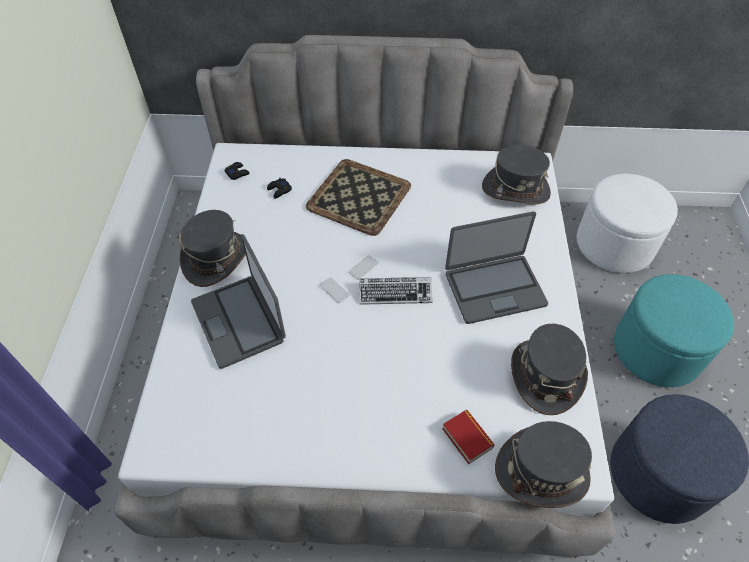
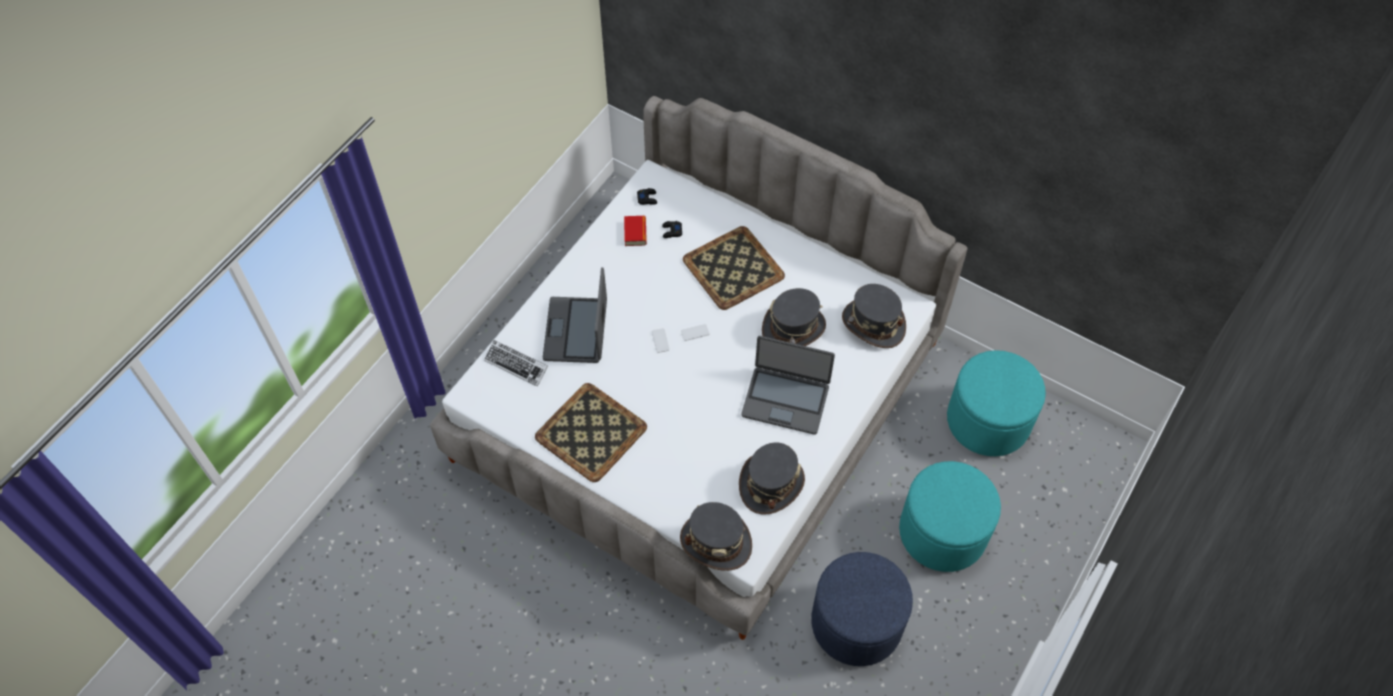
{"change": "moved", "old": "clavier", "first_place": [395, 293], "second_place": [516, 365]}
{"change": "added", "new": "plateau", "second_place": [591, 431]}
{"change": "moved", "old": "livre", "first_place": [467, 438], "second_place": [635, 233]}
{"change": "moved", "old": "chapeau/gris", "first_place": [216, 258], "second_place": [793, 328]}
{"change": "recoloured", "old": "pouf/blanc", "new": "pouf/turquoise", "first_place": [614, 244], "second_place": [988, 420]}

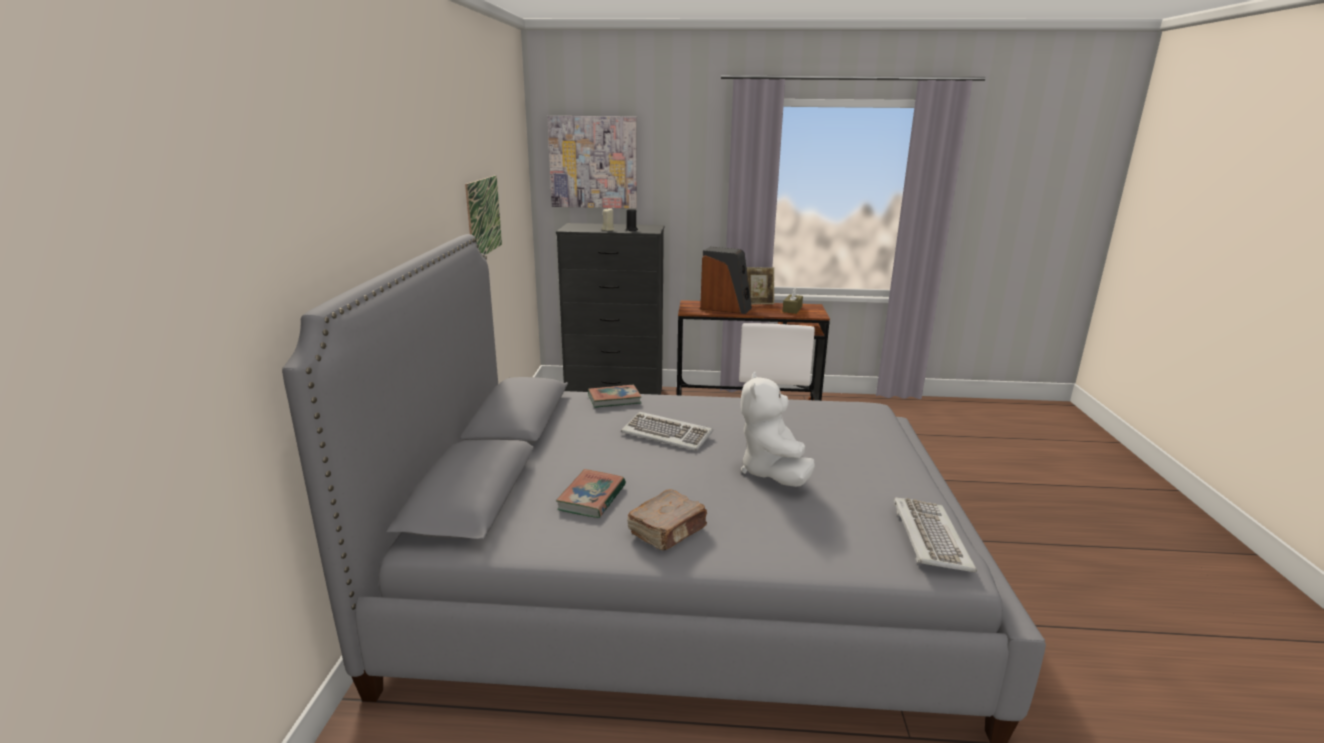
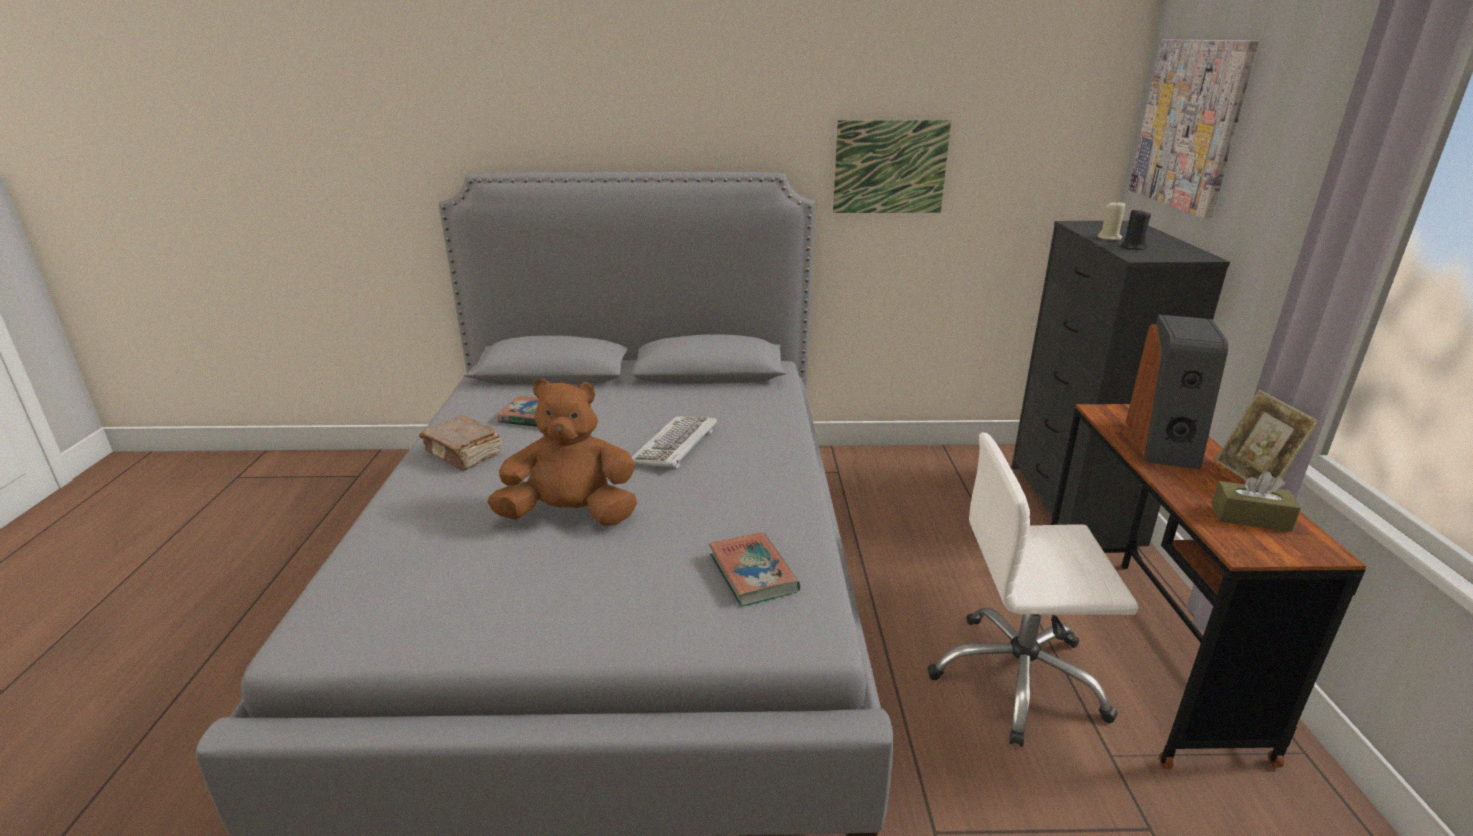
{"change": "recoloured", "old": "peluche/blanc", "new": "peluche/marron", "first_place": [773, 472], "second_place": [571, 515]}
{"change": "moved", "old": "livre", "first_place": [614, 399], "second_place": [753, 573]}
{"change": "removed", "old": "clavier", "first_place": [929, 537]}

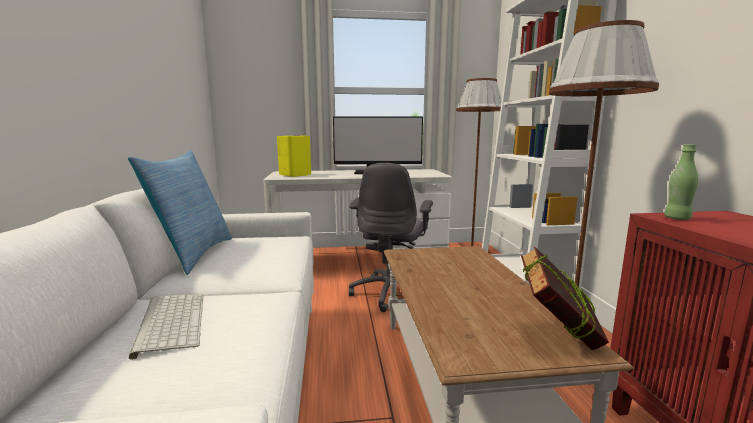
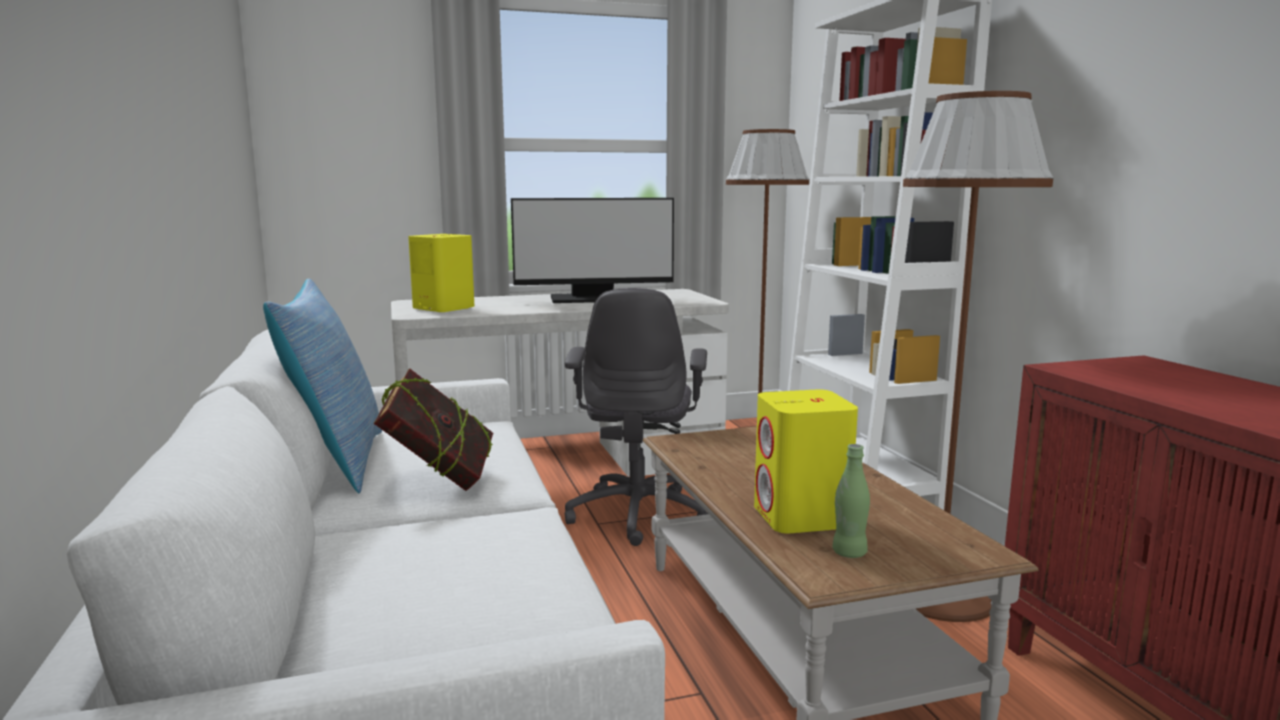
{"change": "moved", "old": "livre", "first_place": [557, 336], "second_place": [439, 481]}
{"change": "added", "new": "enceinte/jaune", "second_place": [801, 517]}
{"change": "moved", "old": "bouteille/vert", "first_place": [677, 218], "second_place": [849, 553]}
{"change": "removed", "old": "clavier", "first_place": [170, 322]}

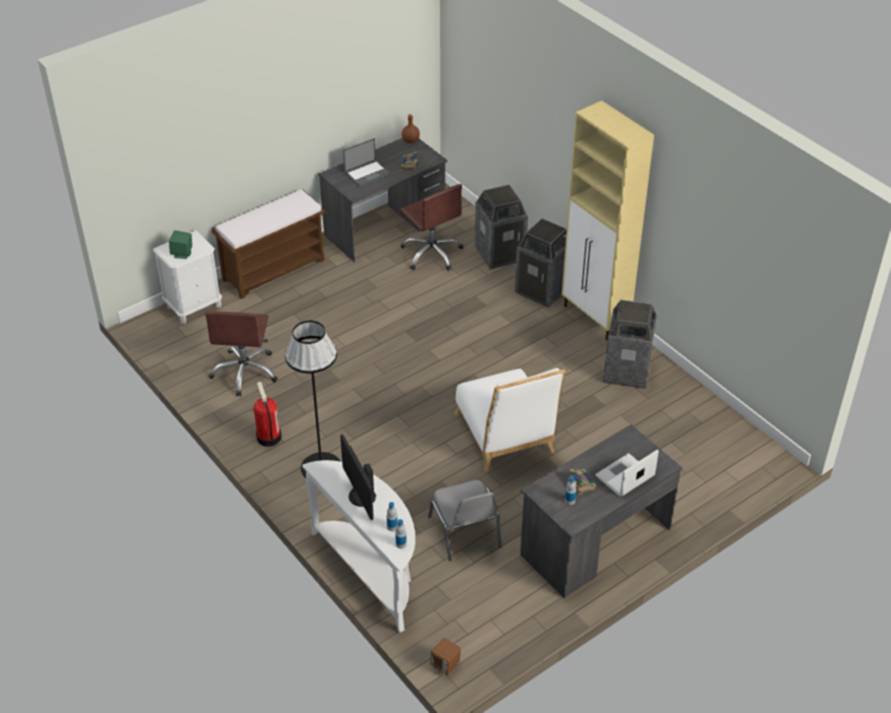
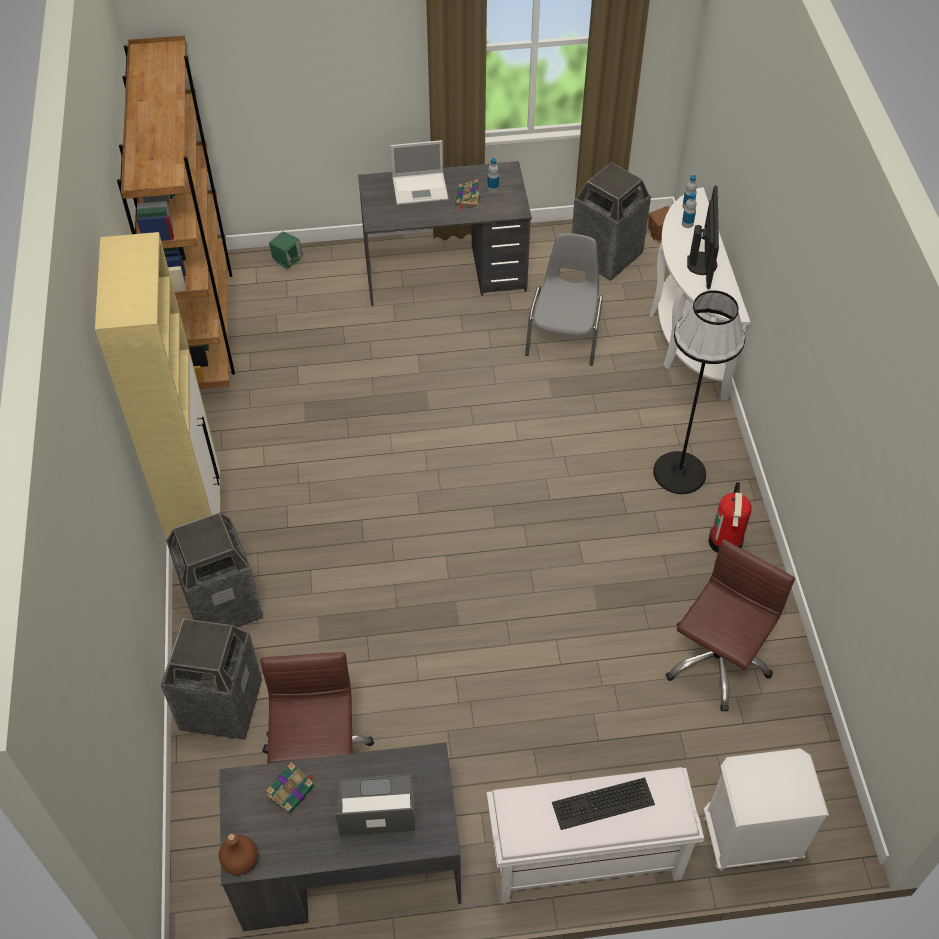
{"change": "added", "new": "bibliothèque/marron", "second_place": [205, 325]}
{"change": "moved", "old": "enceinte/vert", "first_place": [182, 254], "second_place": [287, 260]}
{"change": "recoloured", "old": "banc/marron", "new": "banc/blanc", "first_place": [274, 269], "second_place": [584, 860]}
{"change": "added", "new": "clavier", "second_place": [602, 805]}
{"change": "moved", "old": "poubelle", "first_place": [626, 371], "second_place": [606, 256]}
{"change": "removed", "old": "chaise/blanc", "first_place": [506, 437]}

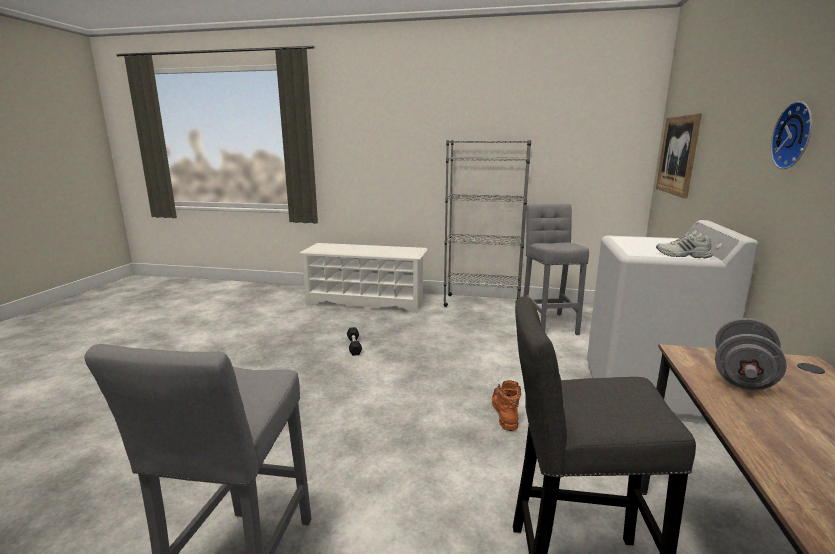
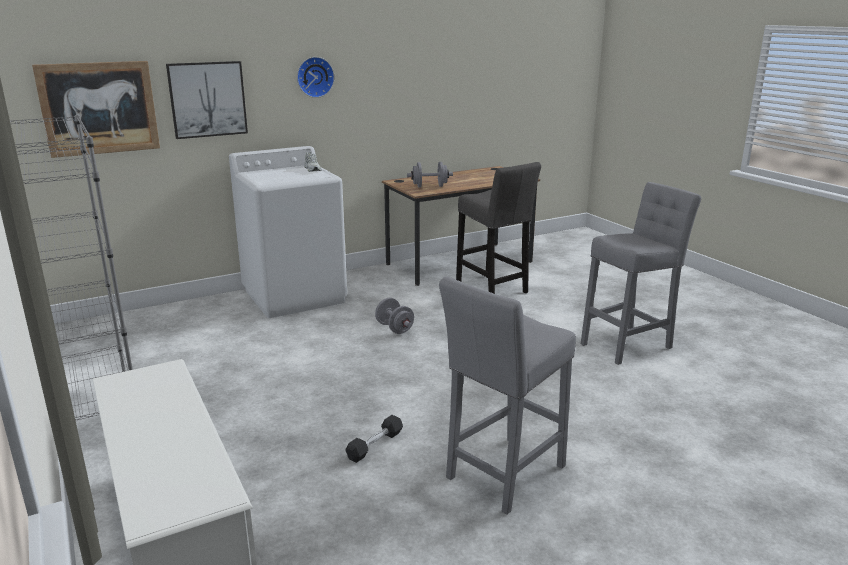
{"change": "added", "new": "tableau", "second_place": [207, 99]}
{"change": "replaced", "old": "botte/orange", "new": "haltère/gris", "first_place": [505, 413], "second_place": [394, 328]}
{"change": "moved", "old": "tabouret/gris", "first_place": [548, 323], "second_place": [502, 475]}

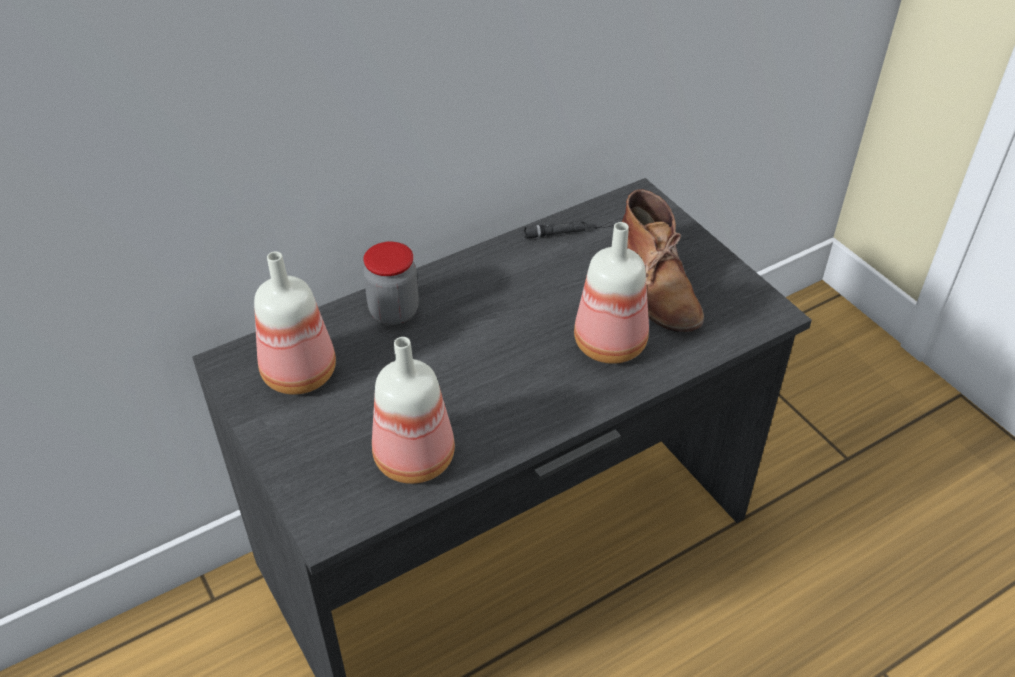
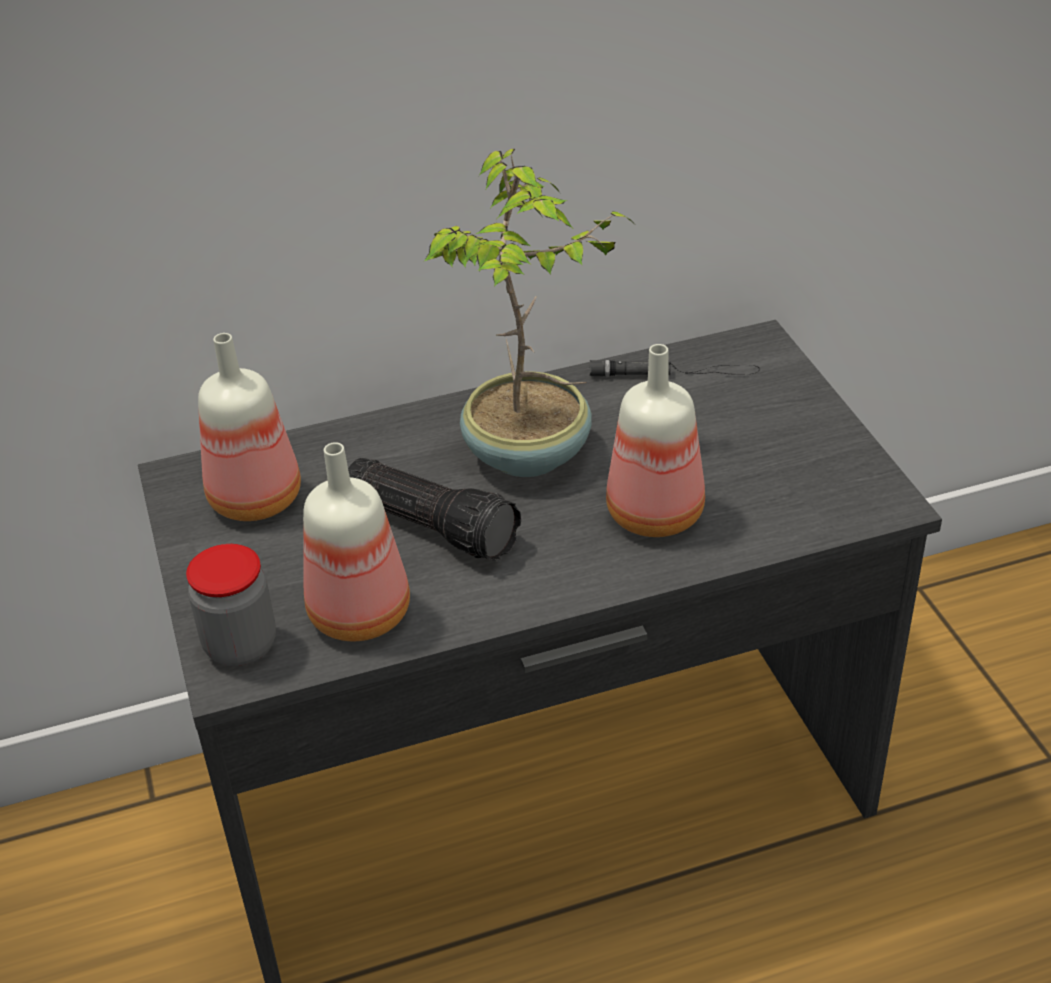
{"change": "moved", "old": "bocal", "first_place": [394, 311], "second_place": [241, 646]}
{"change": "added", "new": "lampe de poche", "second_place": [434, 524]}
{"change": "added", "new": "plante en pot", "second_place": [529, 456]}
{"change": "removed", "old": "botte/marron", "first_place": [655, 286]}

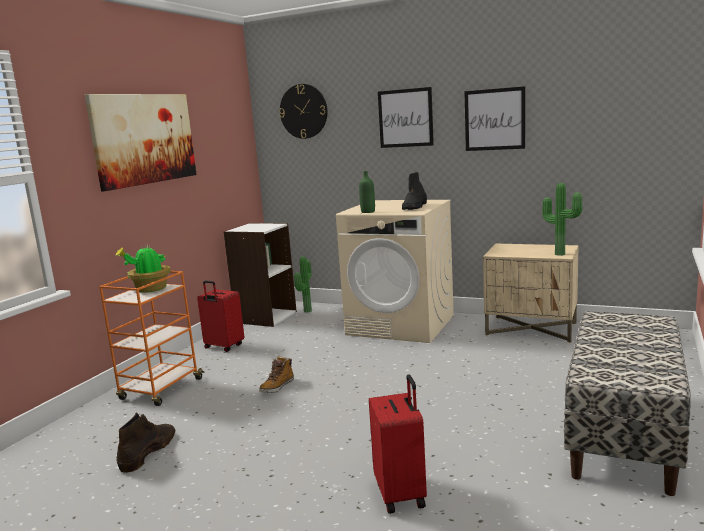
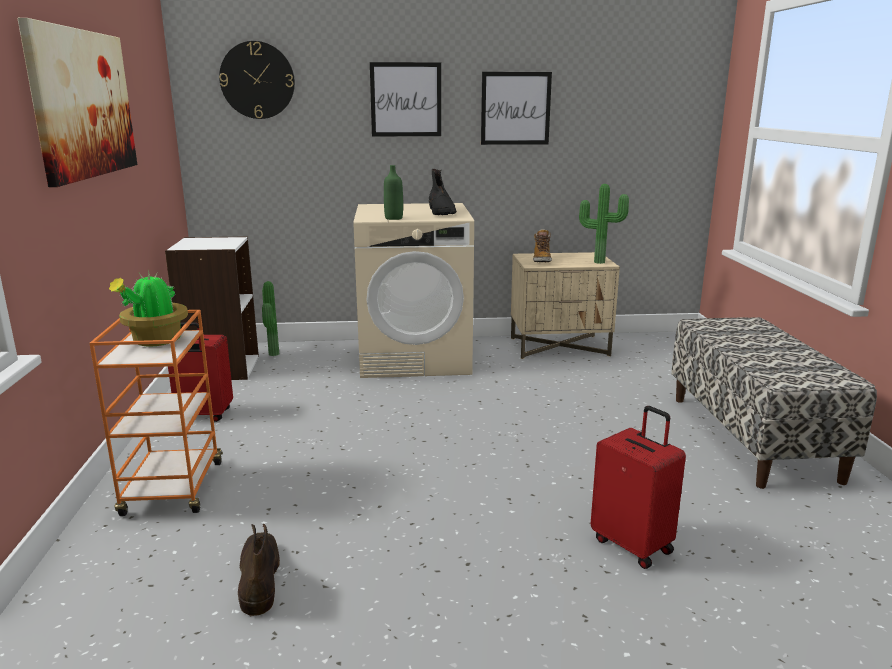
{"change": "moved", "old": "botte", "first_place": [277, 387], "second_place": [541, 260]}

